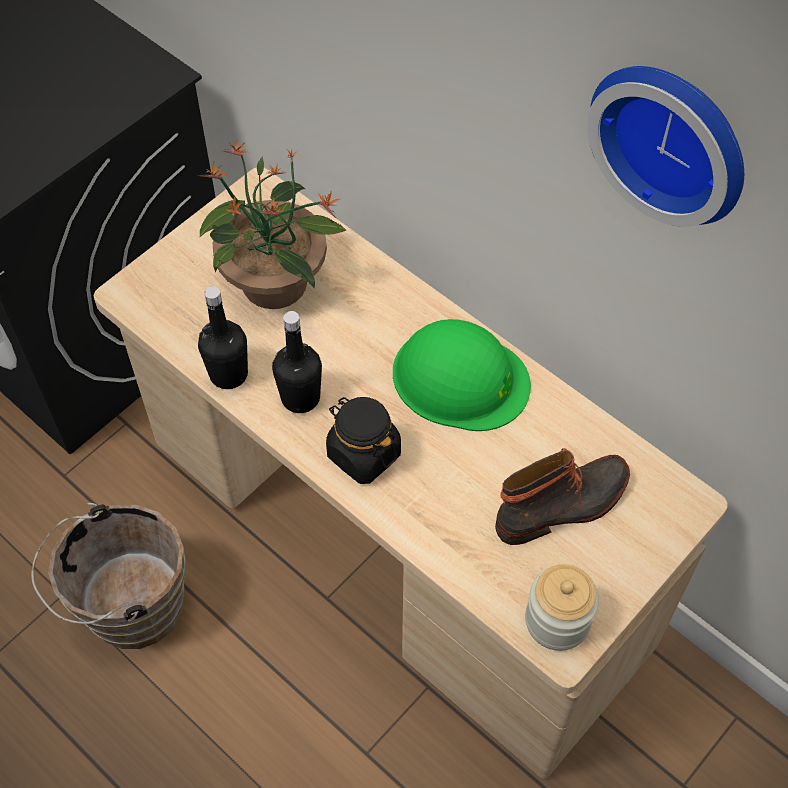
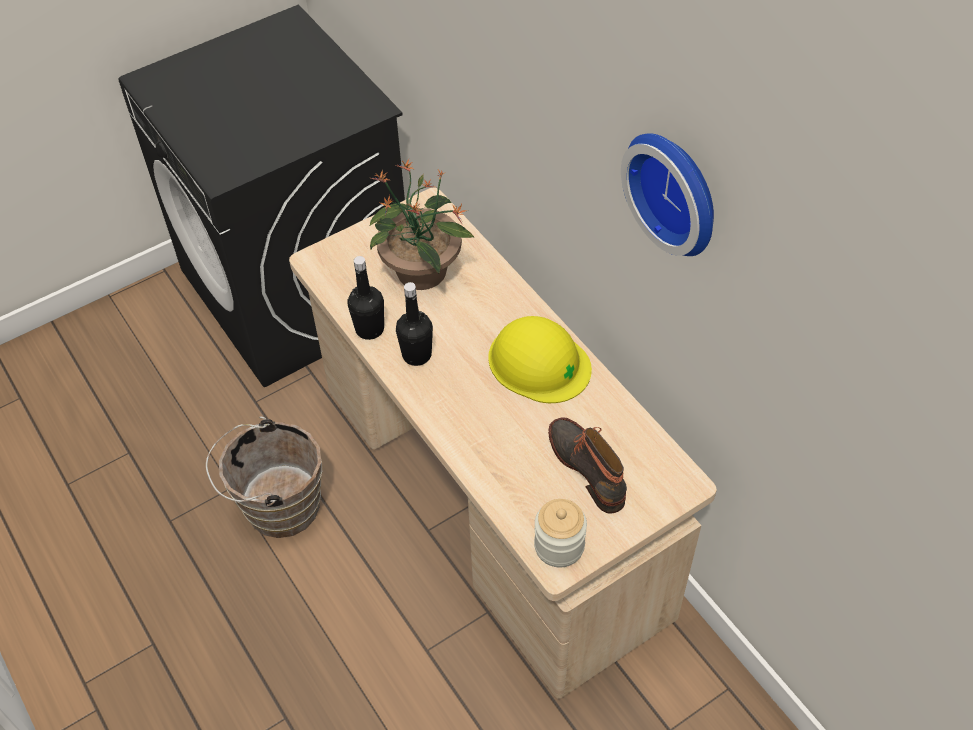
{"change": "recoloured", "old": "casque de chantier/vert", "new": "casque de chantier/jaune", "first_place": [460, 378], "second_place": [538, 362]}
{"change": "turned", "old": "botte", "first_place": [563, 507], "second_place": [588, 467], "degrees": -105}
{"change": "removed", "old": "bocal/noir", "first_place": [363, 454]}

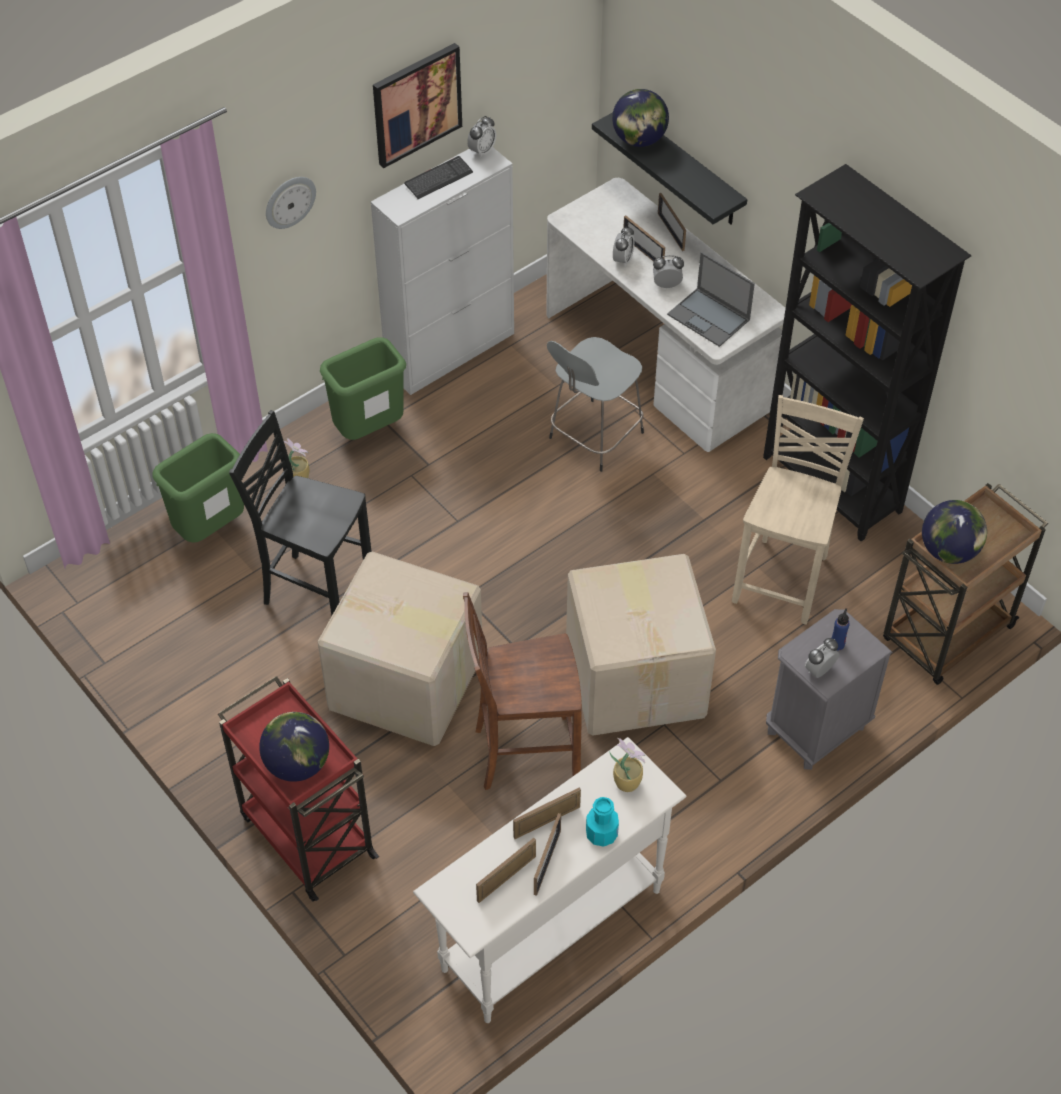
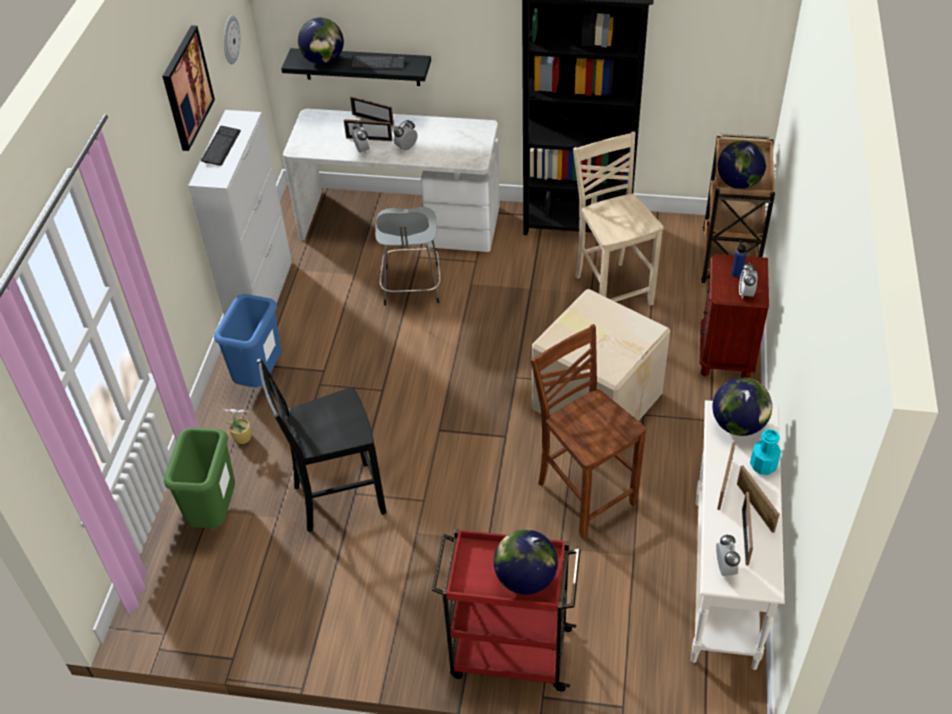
{"change": "recoloured", "old": "poubelle/vert", "new": "poubelle/bleu", "first_place": [369, 430], "second_place": [259, 377]}
{"change": "moved", "old": "horloge murale", "first_place": [289, 201], "second_place": [230, 39]}
{"change": "added", "new": "clavier", "second_place": [378, 64]}
{"change": "turned", "old": "chaise/marron", "first_place": [523, 753], "second_place": [584, 493], "degrees": 105}
{"change": "recoloured", "old": "table de chevet/gris", "new": "table de chevet/marron", "first_place": [815, 729], "second_place": [725, 355]}
{"change": "replaced", "old": "plante en pot", "new": "globe", "first_place": [626, 781], "second_place": [738, 425]}
{"change": "moved", "old": "réveil", "first_place": [482, 151], "second_place": [725, 568]}
{"change": "removed", "old": "carton", "first_place": [407, 684]}
{"change": "removed", "old": "ordinateur portable", "first_place": [709, 317]}

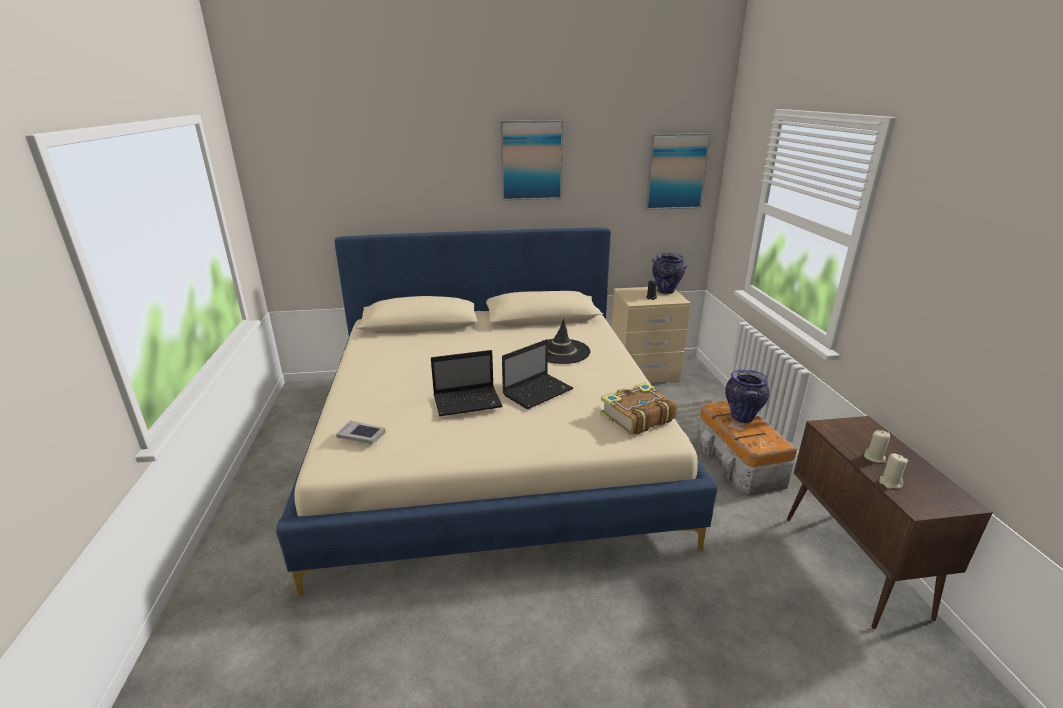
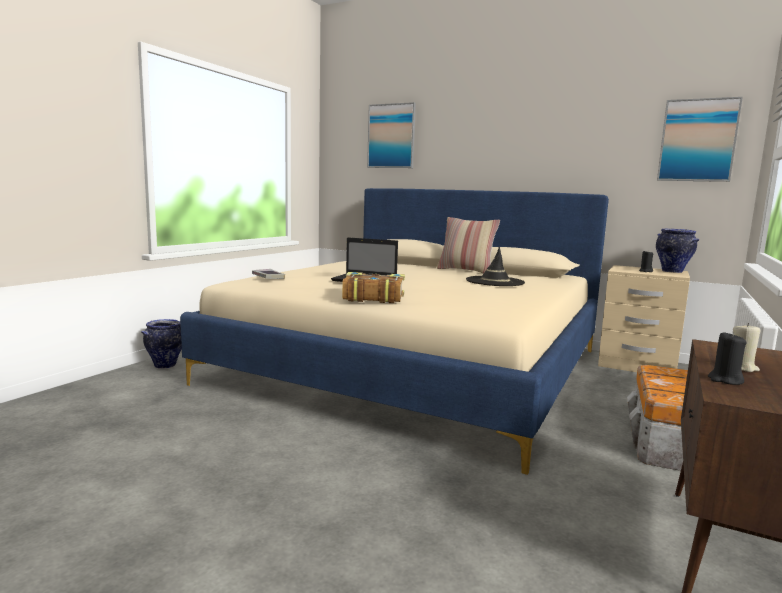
{"change": "moved", "old": "vase", "first_place": [741, 417], "second_place": [165, 365]}
{"change": "moved", "old": "livre", "first_place": [636, 417], "second_place": [372, 297]}
{"change": "moved", "old": "tableau", "first_place": [531, 160], "second_place": [391, 136]}
{"change": "added", "new": "coussin", "second_place": [466, 271]}
{"change": "recoloured", "old": "bougie/beige", "new": "bougie/noir", "first_place": [890, 483], "second_place": [725, 380]}
{"change": "removed", "old": "ordinateur portable", "first_place": [538, 391]}

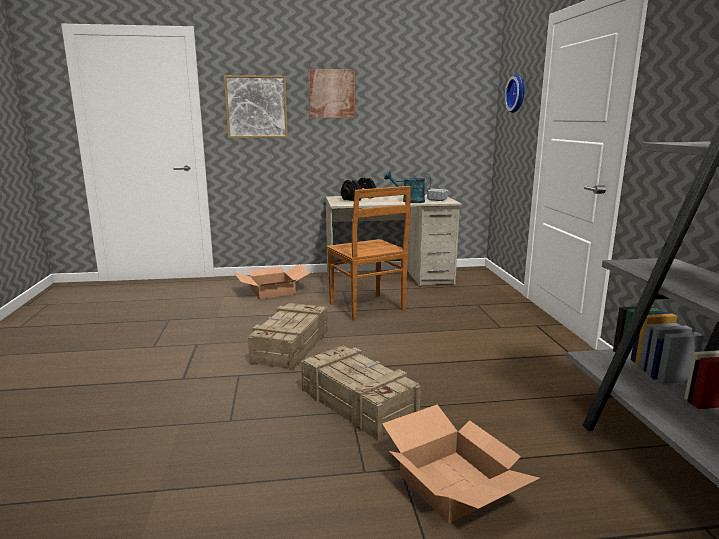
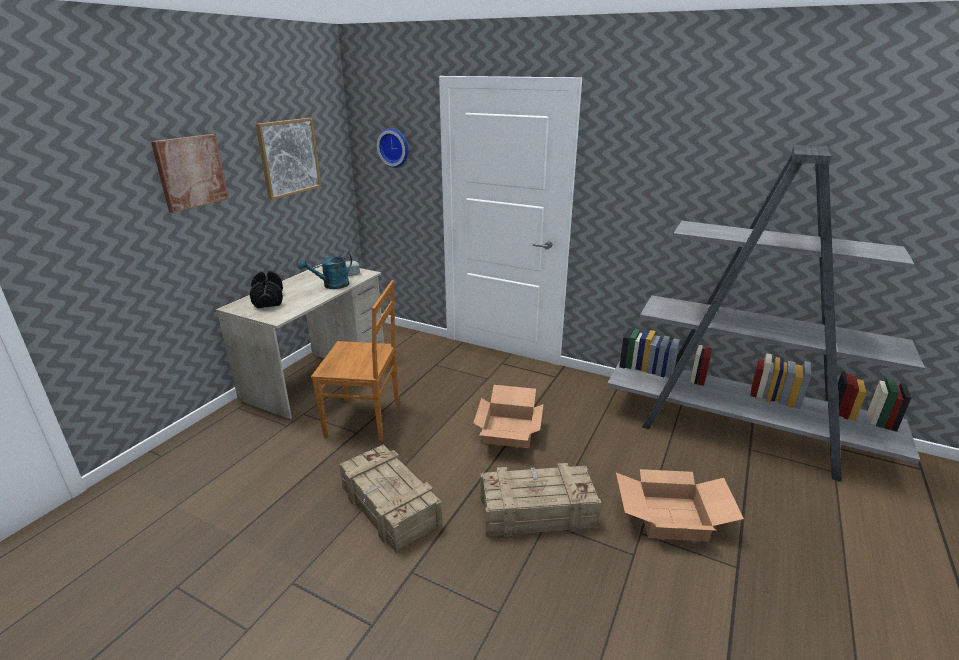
{"change": "moved", "old": "tableau", "first_place": [256, 107], "second_place": [289, 157]}
{"change": "moved", "old": "carton", "first_place": [273, 291], "second_place": [508, 430]}

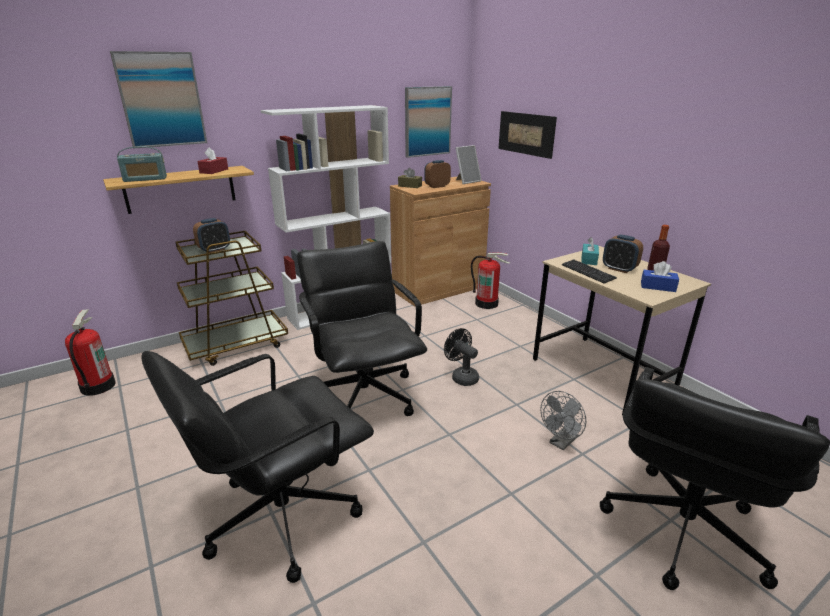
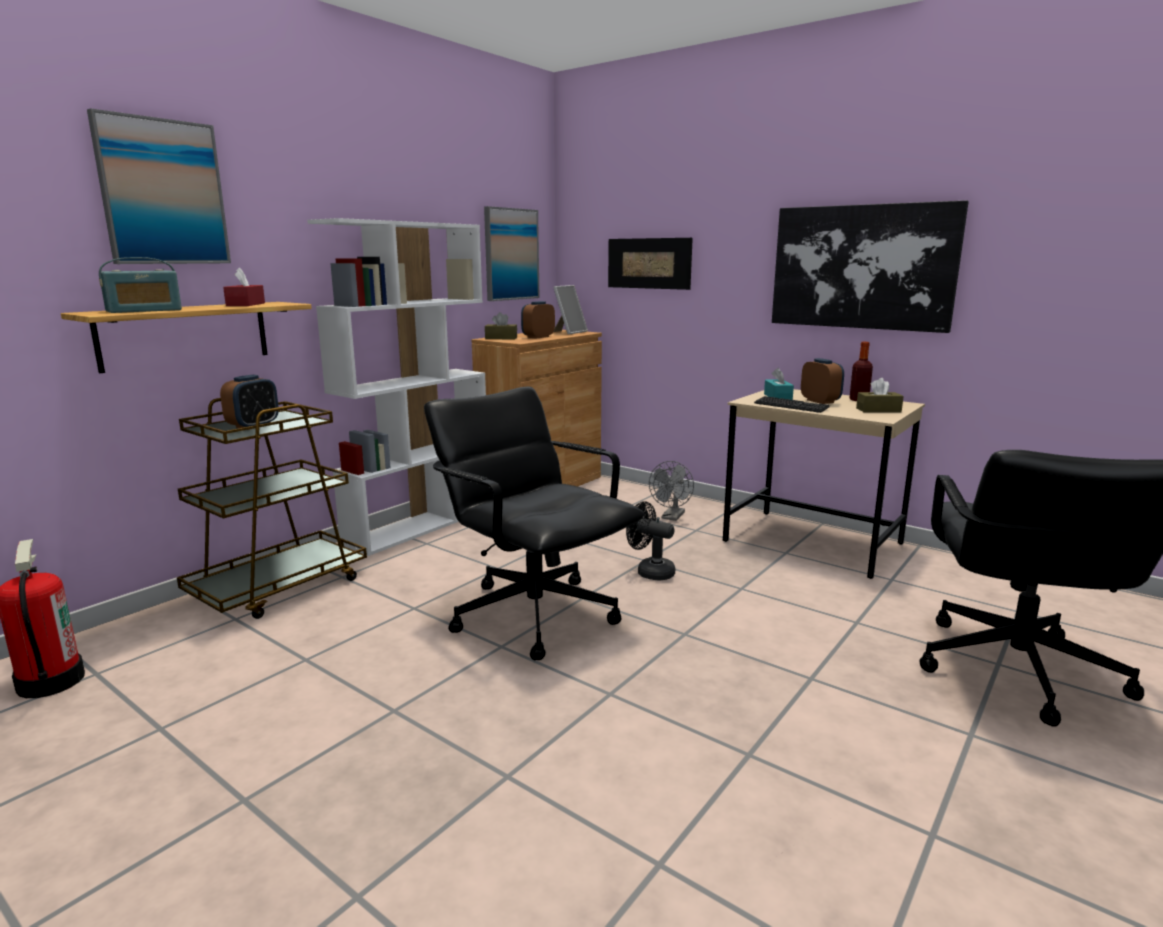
{"change": "moved", "old": "ventilateur/gris", "first_place": [561, 443], "second_place": [672, 517]}
{"change": "added", "new": "tableau", "second_place": [862, 267]}
{"change": "turned", "old": "réveil", "first_place": [619, 269], "second_place": [820, 401], "degrees": -135}
{"change": "recoloured", "old": "boîte à mouchoirs/bleu", "new": "boîte à mouchoirs/marron", "first_place": [658, 287], "second_place": [878, 410]}
{"change": "removed", "old": "chaise de bureau/noir", "first_place": [280, 516]}
{"change": "removed", "old": "extincteur", "first_place": [487, 303]}

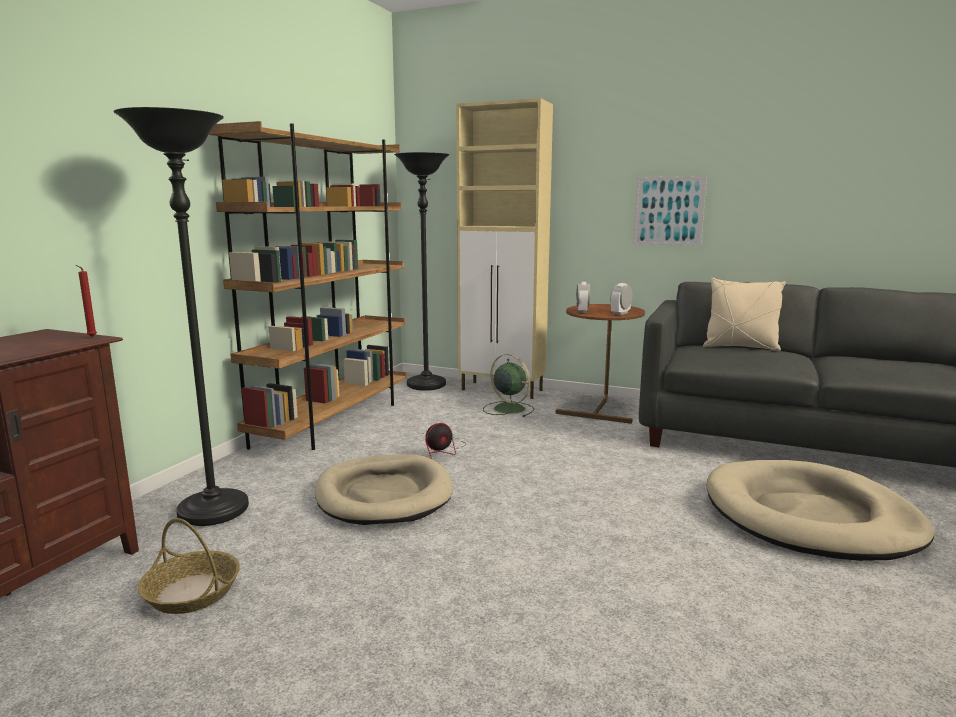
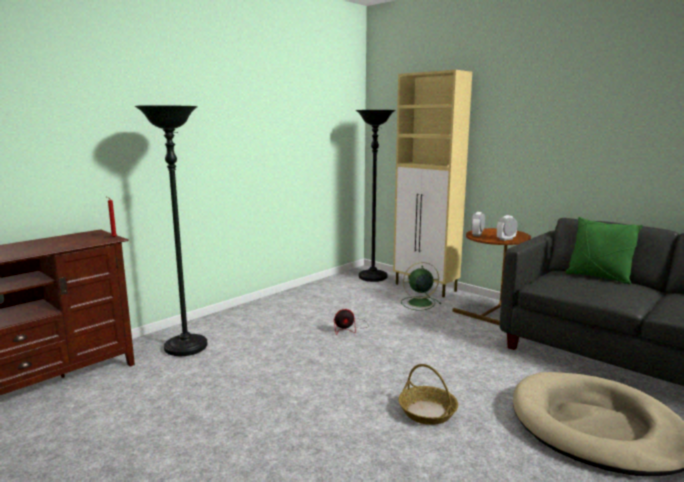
{"change": "moved", "old": "panier", "first_place": [192, 592], "second_place": [428, 412]}
{"change": "turned", "old": "ventilateur/vert", "first_place": [508, 409], "second_place": [419, 303], "degrees": -75}
{"change": "recoloured", "old": "coussin/beige", "new": "coussin/vert", "first_place": [740, 347], "second_place": [598, 277]}
{"change": "removed", "old": "bibliothèque/marron", "first_place": [334, 421]}
{"change": "removed", "old": "panier pour chien/beige", "first_place": [384, 494]}
{"change": "removed", "old": "tableau", "first_place": [668, 211]}

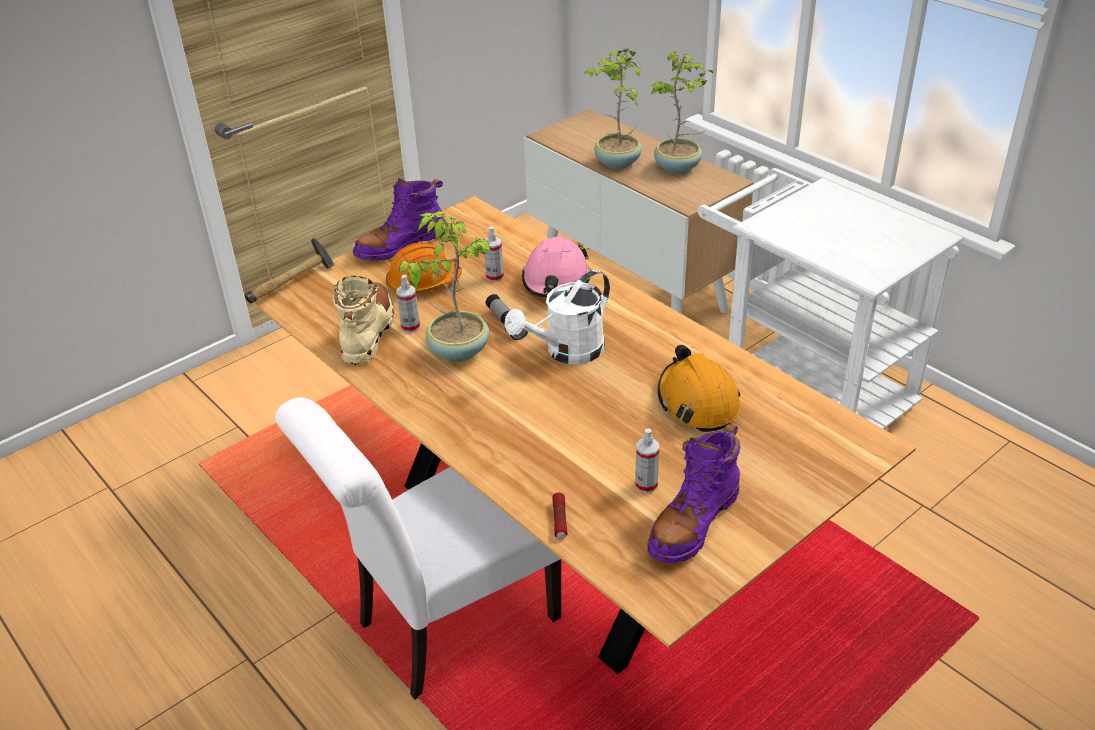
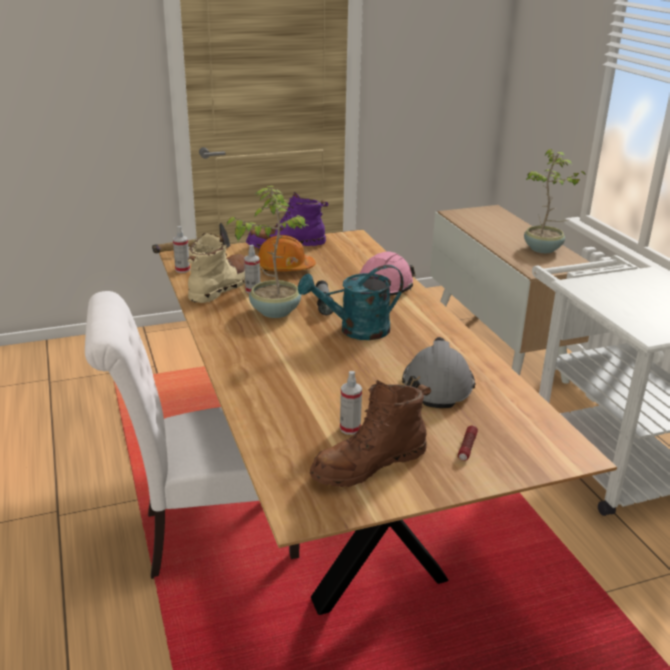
{"change": "moved", "old": "vaporisateur", "first_place": [494, 277], "second_place": [182, 270]}
{"change": "recoloured", "old": "arrosoir/blanc", "new": "arrosoir/turquoise", "first_place": [567, 352], "second_place": [356, 330]}
{"change": "recoloured", "old": "botte/violet", "new": "botte/marron", "first_place": [693, 522], "second_place": [369, 464]}
{"change": "recoloured", "old": "casque de chantier/orange", "new": "casque de chantier/gris", "first_place": [697, 401], "second_place": [437, 385]}
{"change": "moved", "old": "lampe de poche", "first_place": [560, 520], "second_place": [467, 448]}
{"change": "removed", "old": "plante en pot", "first_place": [616, 163]}

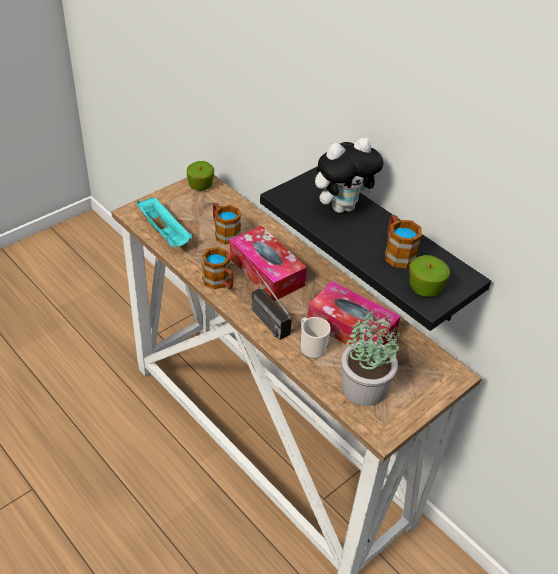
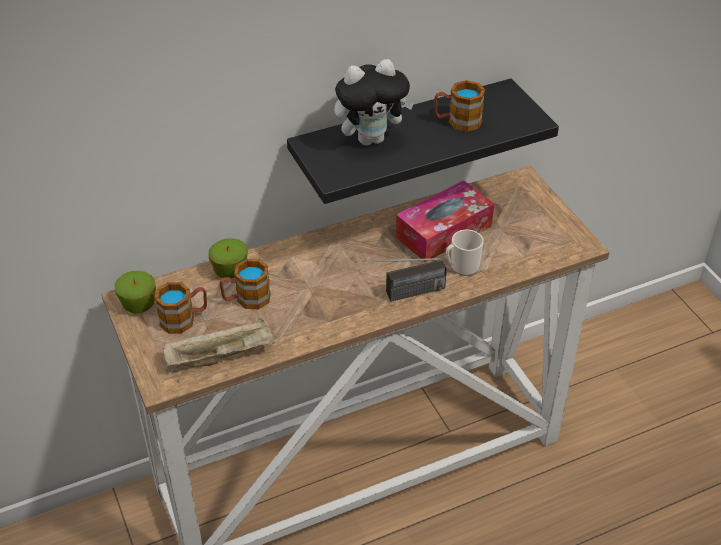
{"change": "moved", "old": "mug", "first_place": [219, 283], "second_place": [184, 319]}
{"change": "recoloured", "old": "plateau/turquoise", "new": "plateau/beige", "first_place": [165, 233], "second_place": [221, 356]}
{"change": "moved", "old": "pomme", "first_place": [424, 288], "second_place": [230, 271]}
{"change": "turned", "old": "peluche", "first_place": [342, 207], "second_place": [371, 138], "degrees": 75}
{"change": "removed", "old": "boîte à mouchoirs", "first_place": [266, 272]}
{"change": "removed", "old": "plante en pot", "first_place": [363, 387]}

